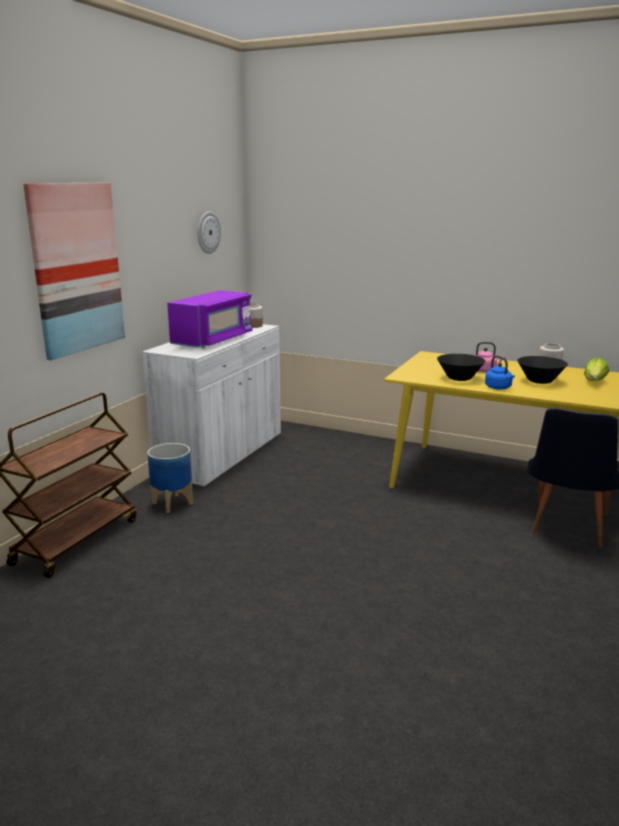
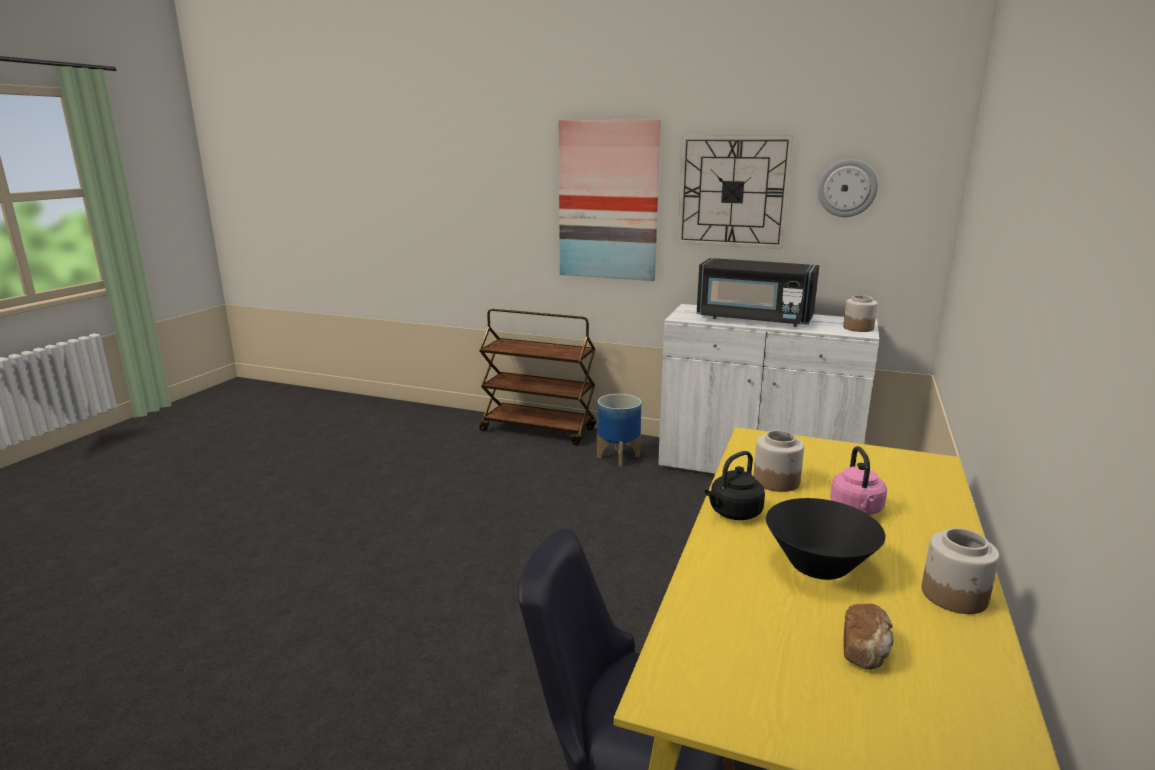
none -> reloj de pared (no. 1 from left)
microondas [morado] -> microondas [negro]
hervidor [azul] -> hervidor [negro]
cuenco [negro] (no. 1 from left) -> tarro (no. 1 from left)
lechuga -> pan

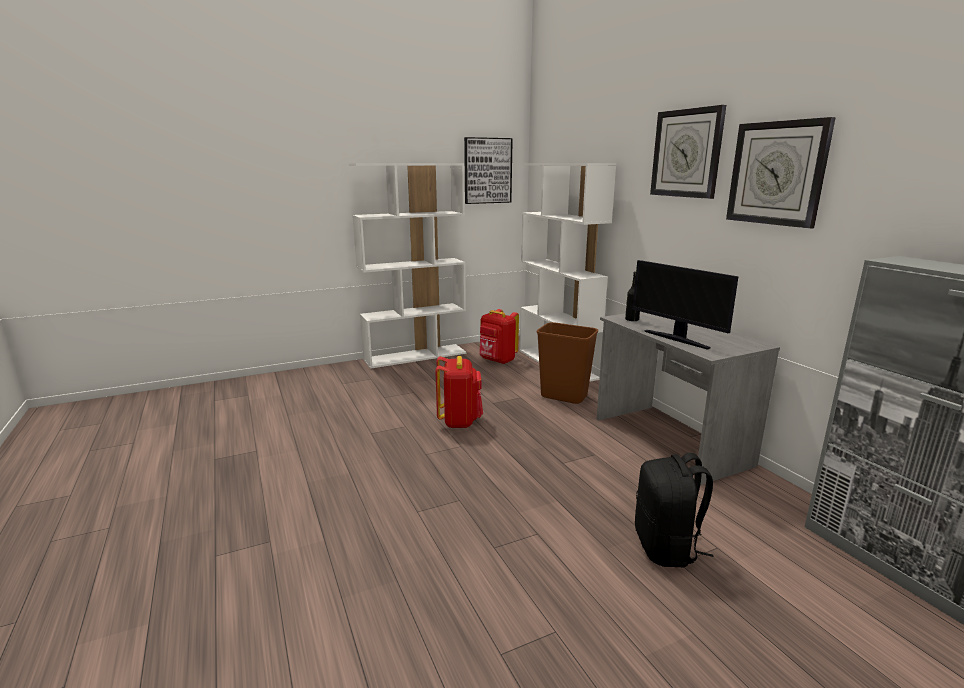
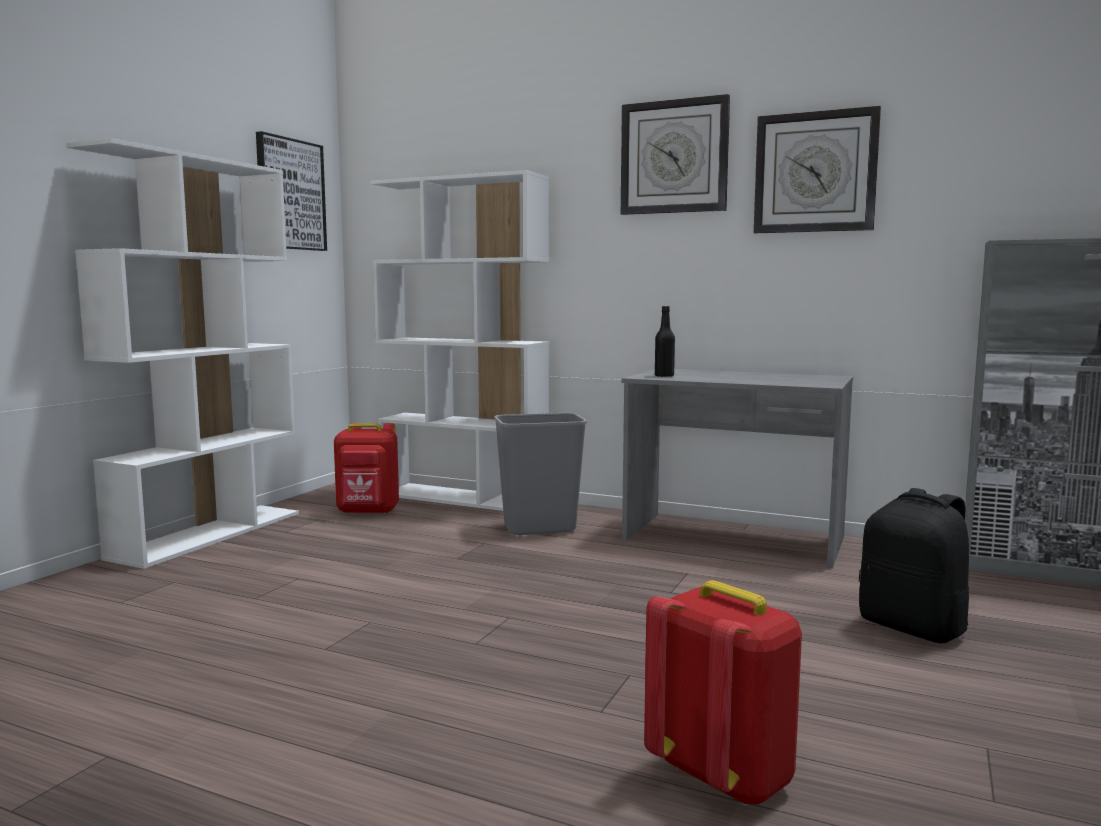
papelera [marrón] -> papelera [gris]
mochila [rojo] (no. 1 from left in the first image) -> mochila [rojo] (no. 2 from left), shifted
monitor -> none

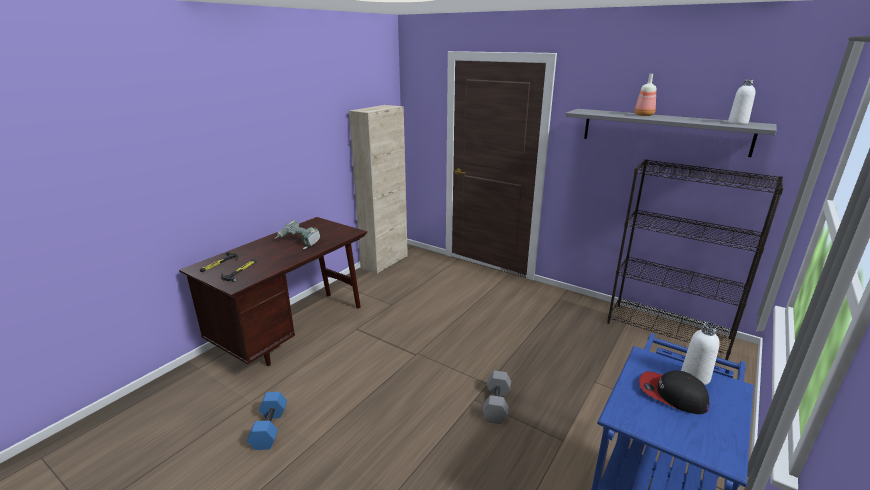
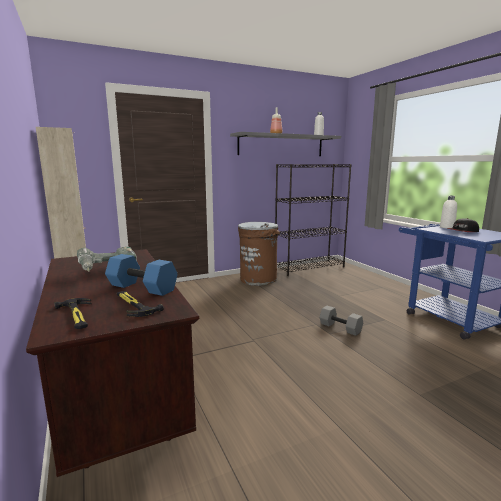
mancuerna [azul], shifted
none -> papelera [marrón]

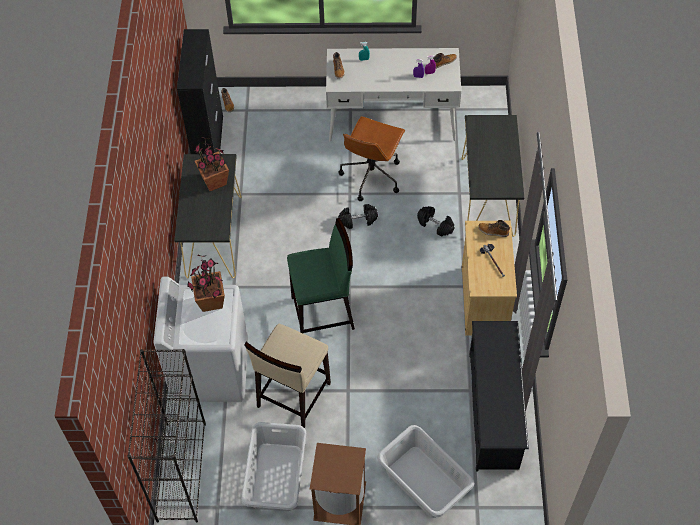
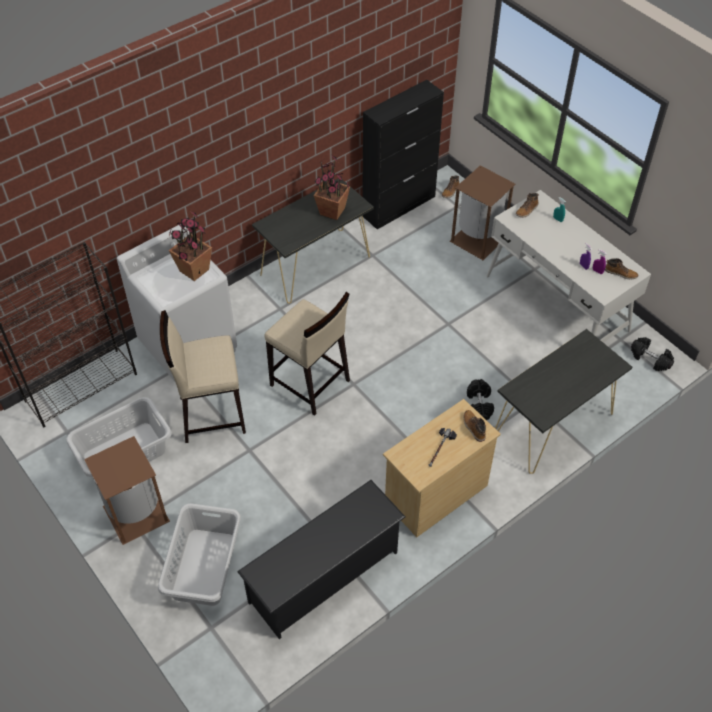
taburete [verde] -> taburete [beis] (no. 2 from left)
none -> papelera [marrón] (no. 2 from left)
mancuerna [negro] (no. 1 from left in the first image) -> mancuerna [negro] (no. 2 from left), shifted
silla de oficina [marrón] -> none

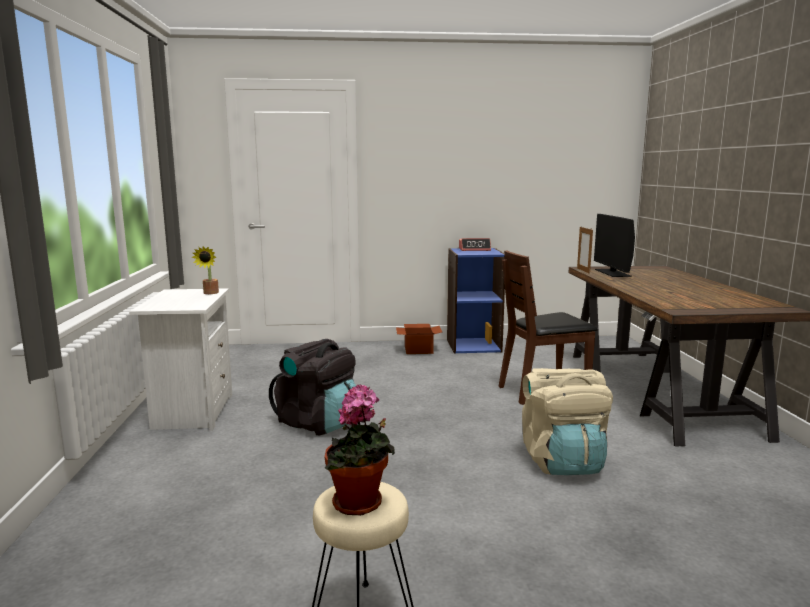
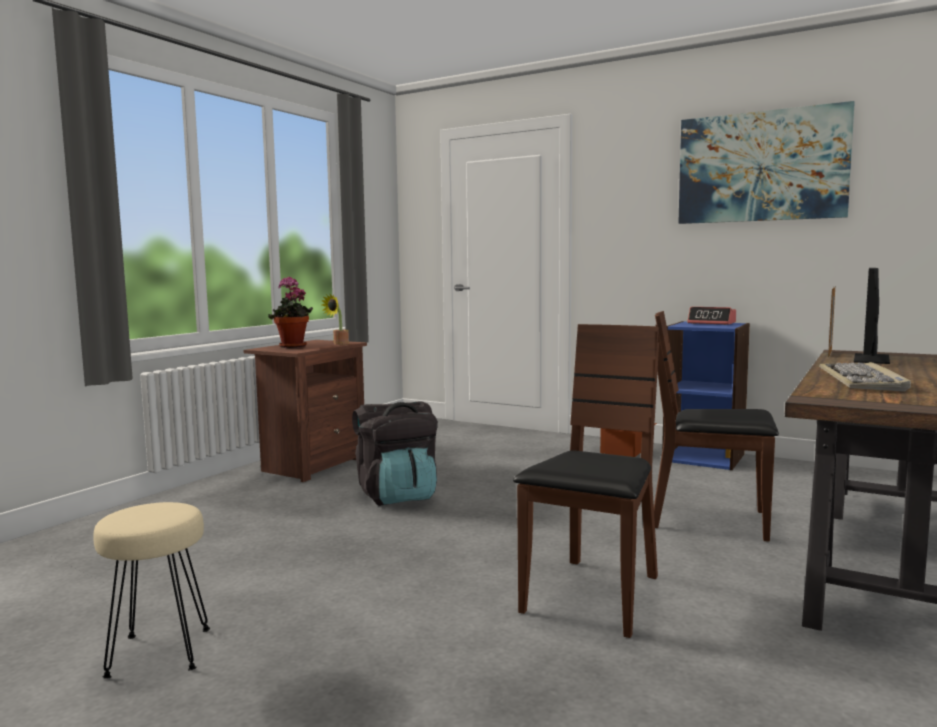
mesita de noche [blanco] -> mesita de noche [marrón]
planta en maceta (no. 2 from left in the first image) -> planta en maceta (no. 1 from left), shifted
mochila [beis] -> silla [marrón] (no. 1 from left)
none -> cuadro
none -> teclado

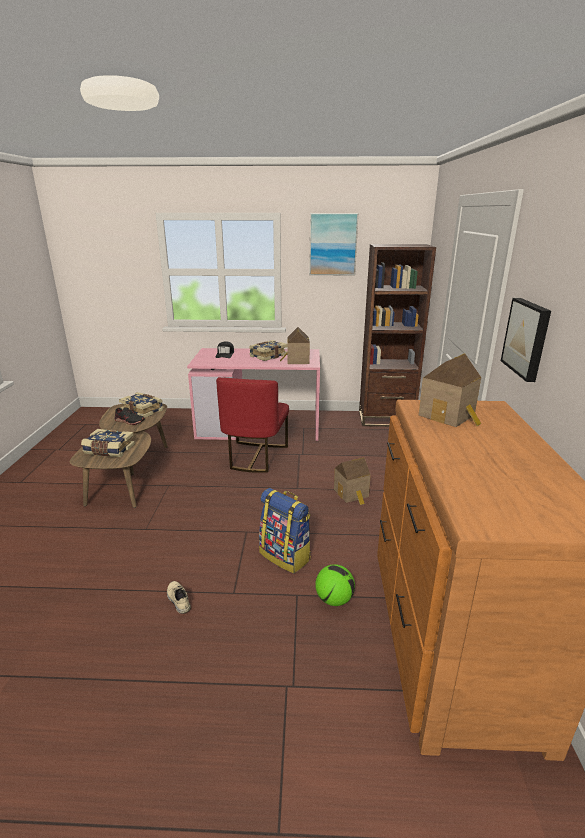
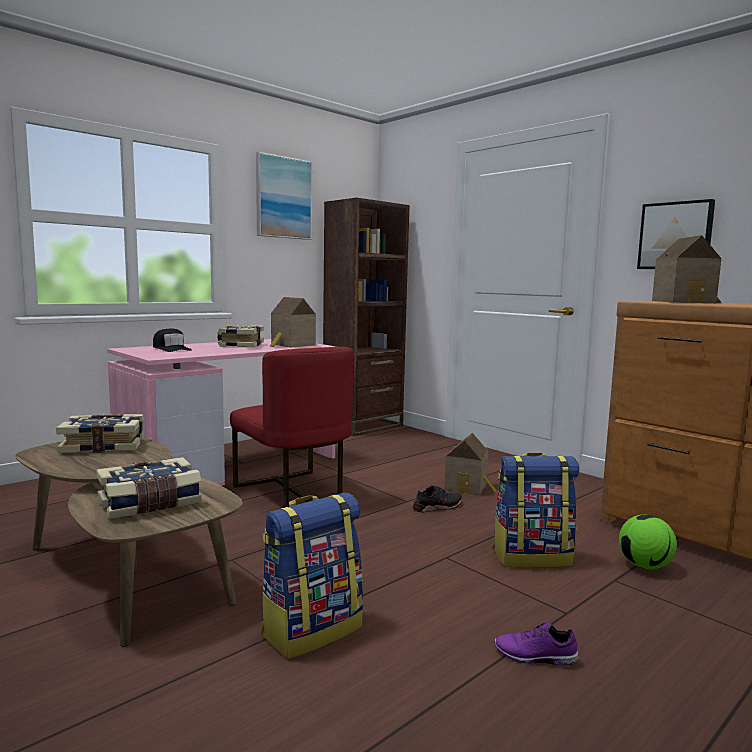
none -> mochila (no. 1 from left)
zapato [negro], shifted
zapato [beis] -> zapato [morado]

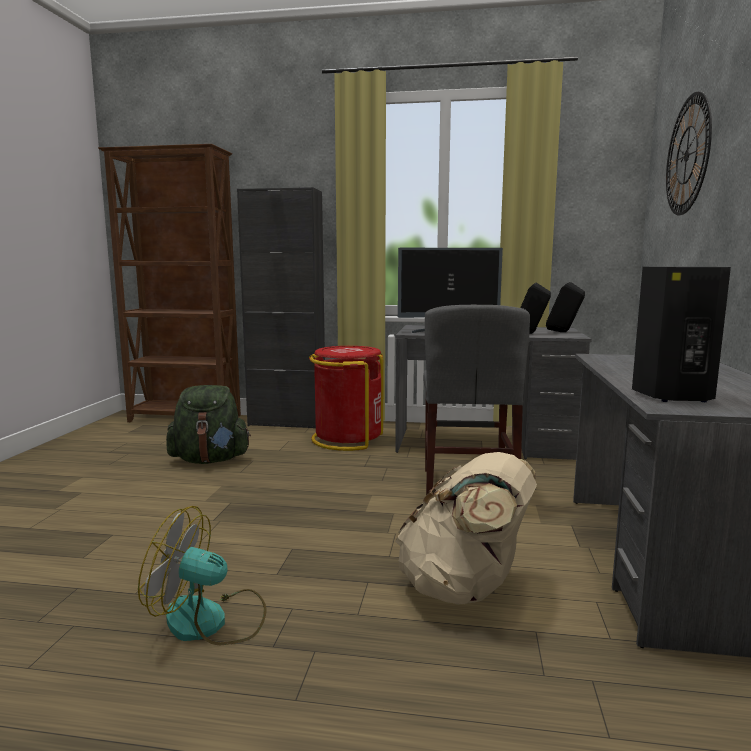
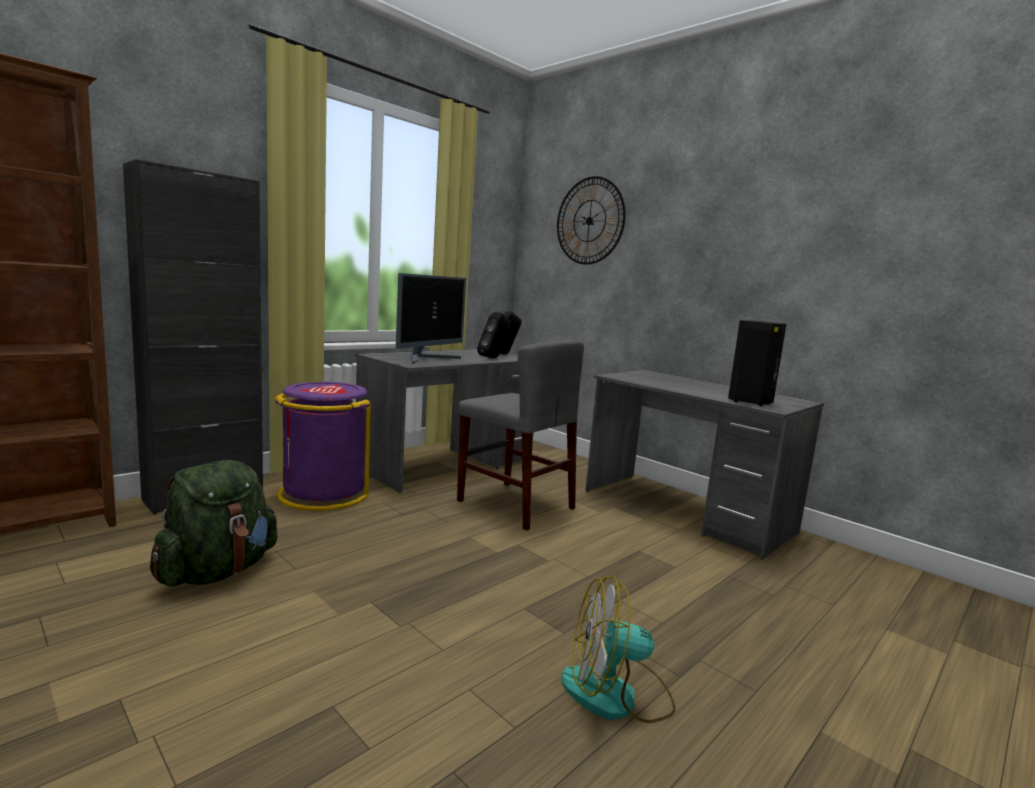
papelera [rojo] -> papelera [morado]
ventilador, 45 degrees clockwise
mochila [beis] -> none

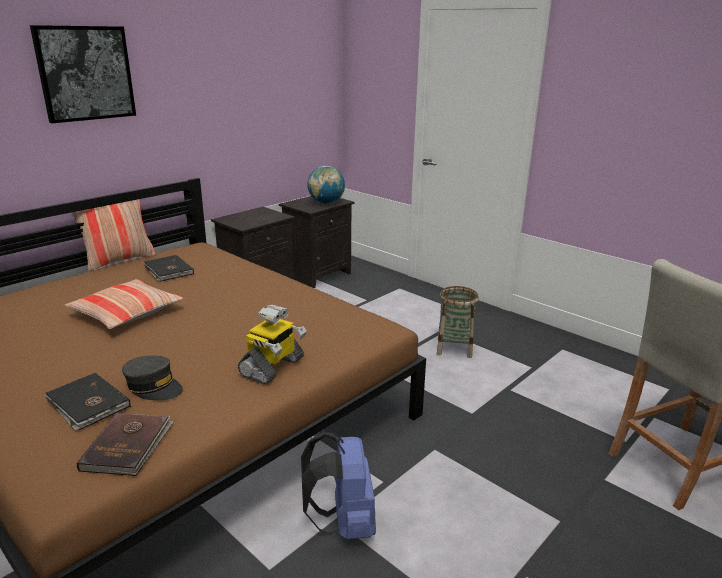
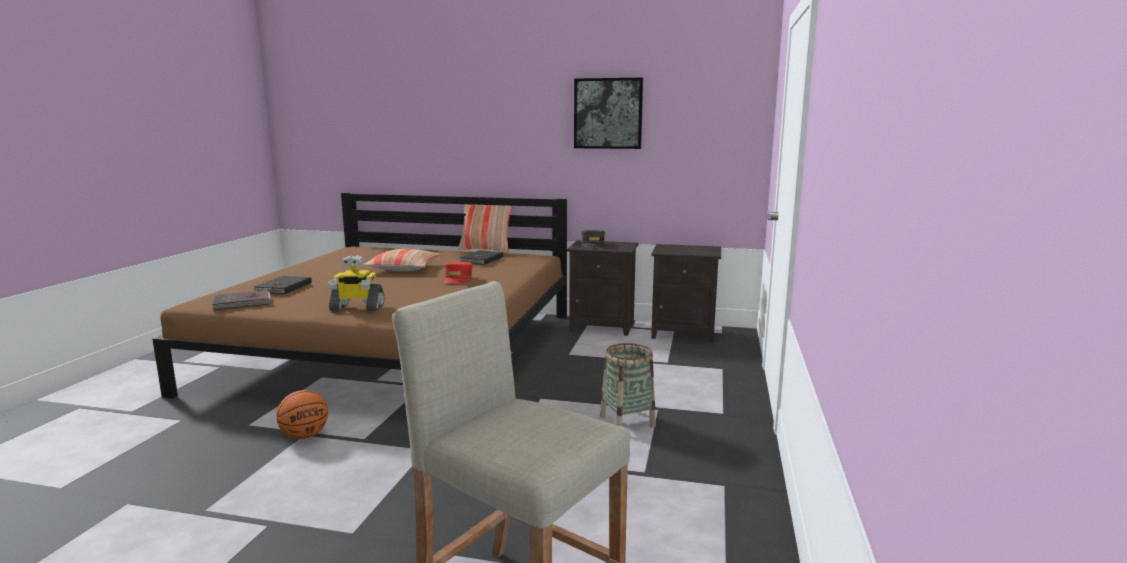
mochila [azul] -> balón de baloncesto
none -> gorra [rojo]
cuadro, shifted
gorra [gris], shifted
globo terráqueo -> none

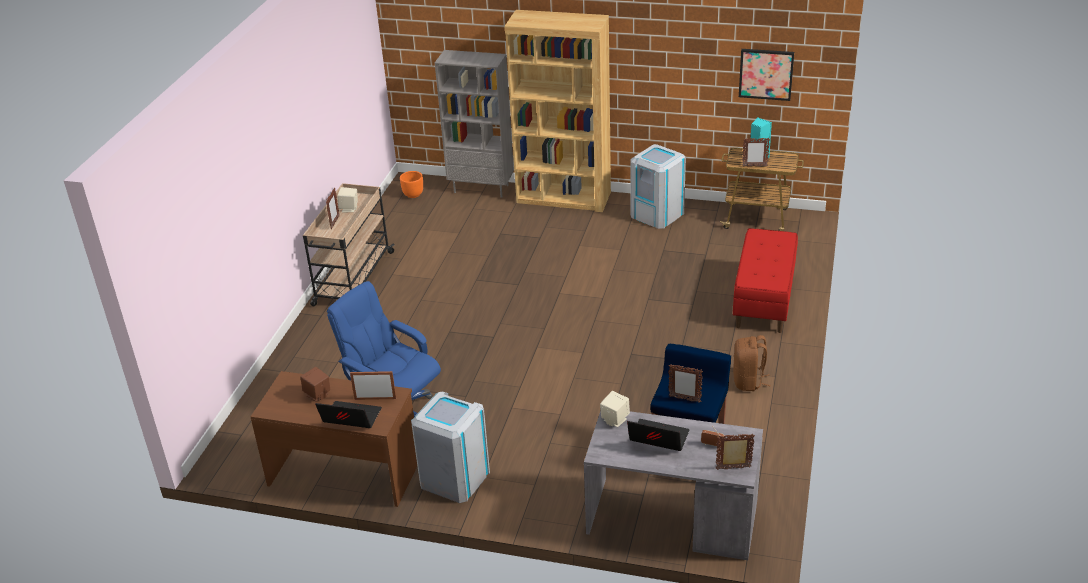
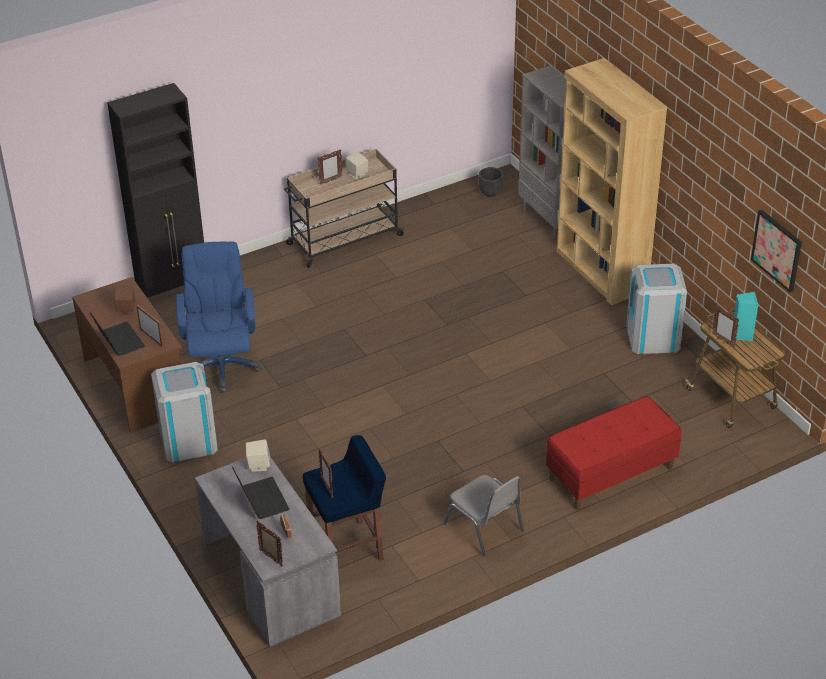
none -> armario [negro]
mochila [marrón] -> silla [gris]
maceta [naranja] -> maceta [negro]

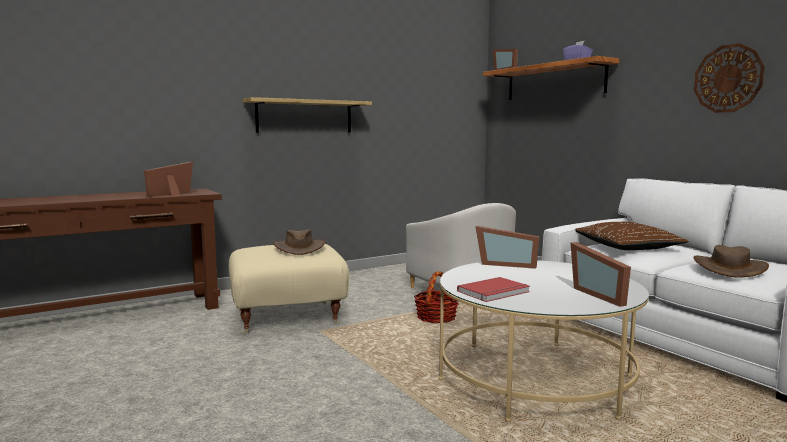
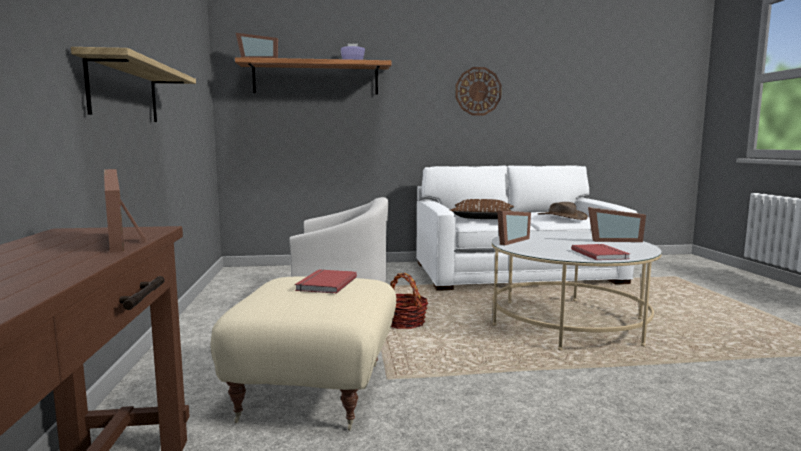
sombrero [marrón] (no. 1 from left) -> libro [rojo] (no. 1 from left)

